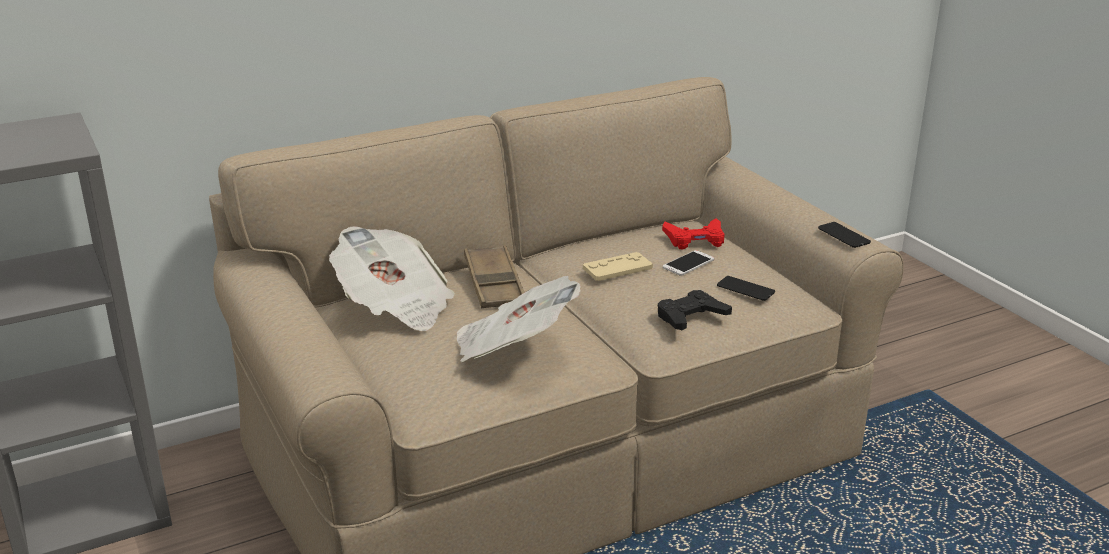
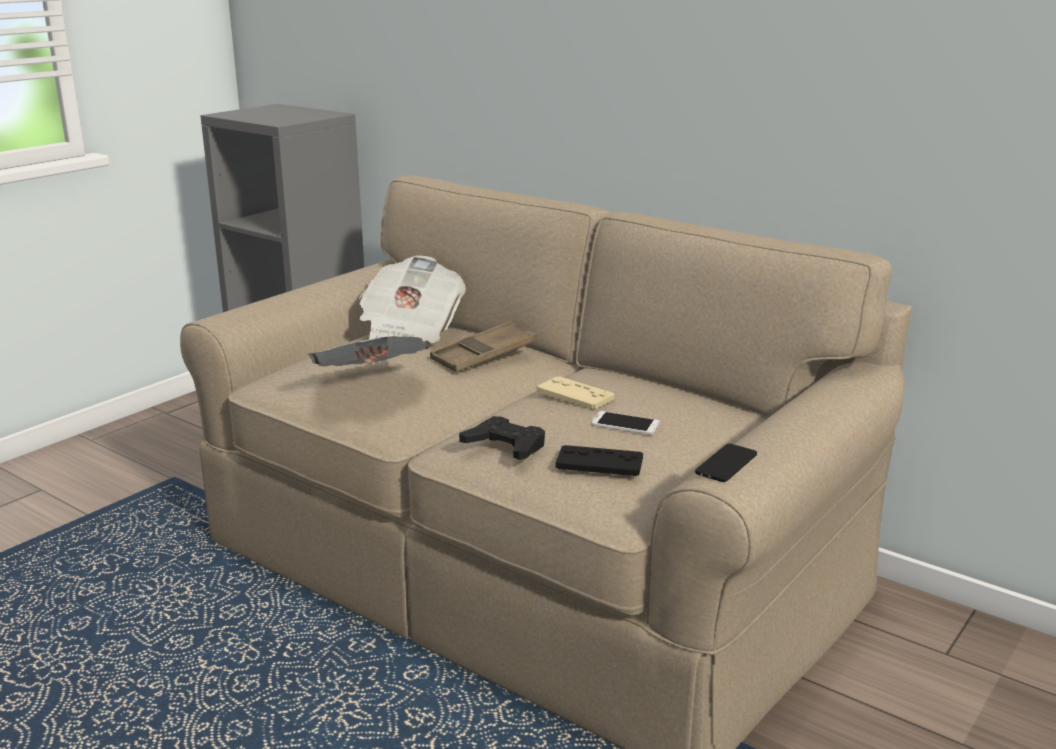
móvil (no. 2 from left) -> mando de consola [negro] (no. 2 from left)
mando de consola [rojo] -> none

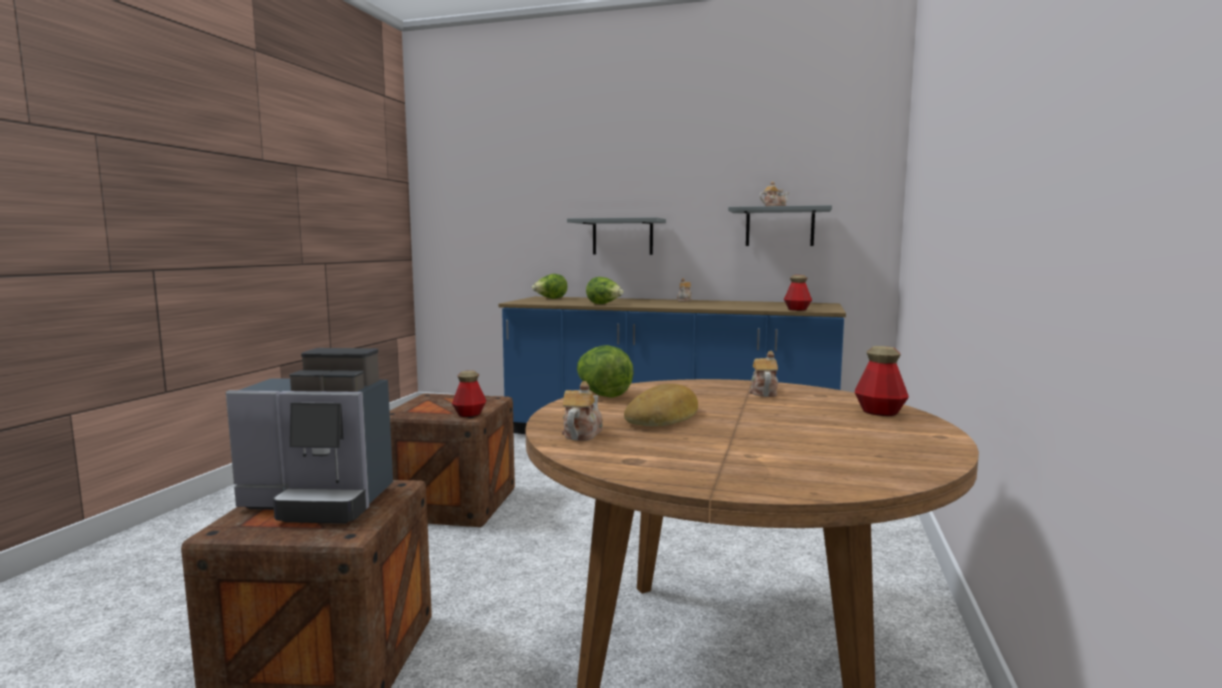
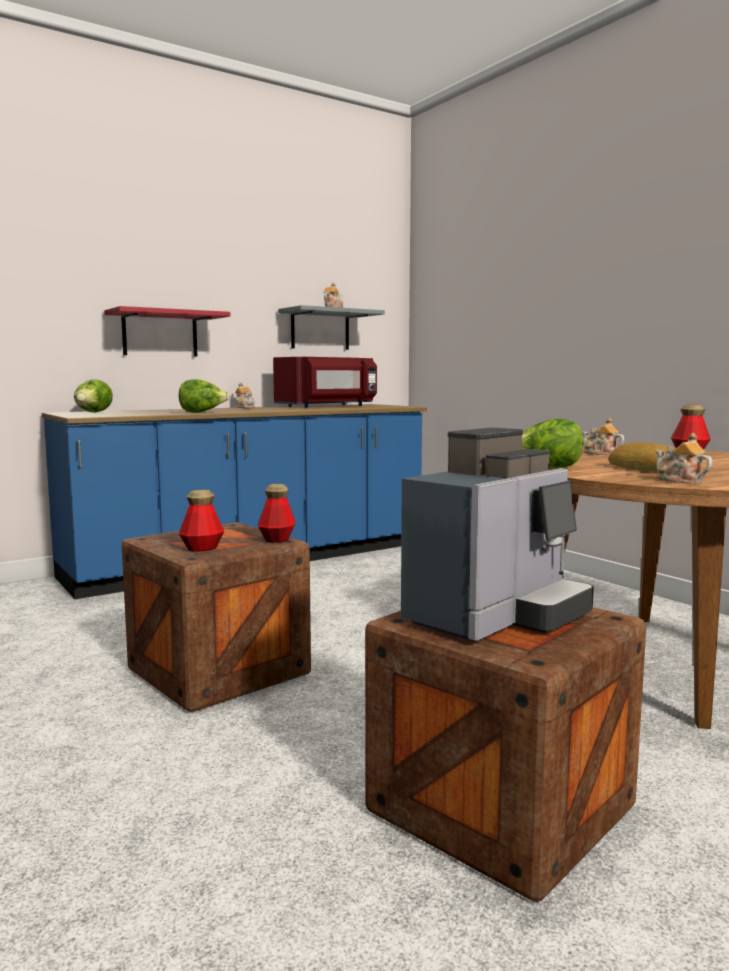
estante [gris] (no. 1 from left) -> estante [rojo]
botella (no. 2 from left in the first image) -> botella (no. 1 from left), shifted
none -> microondas [rojo]

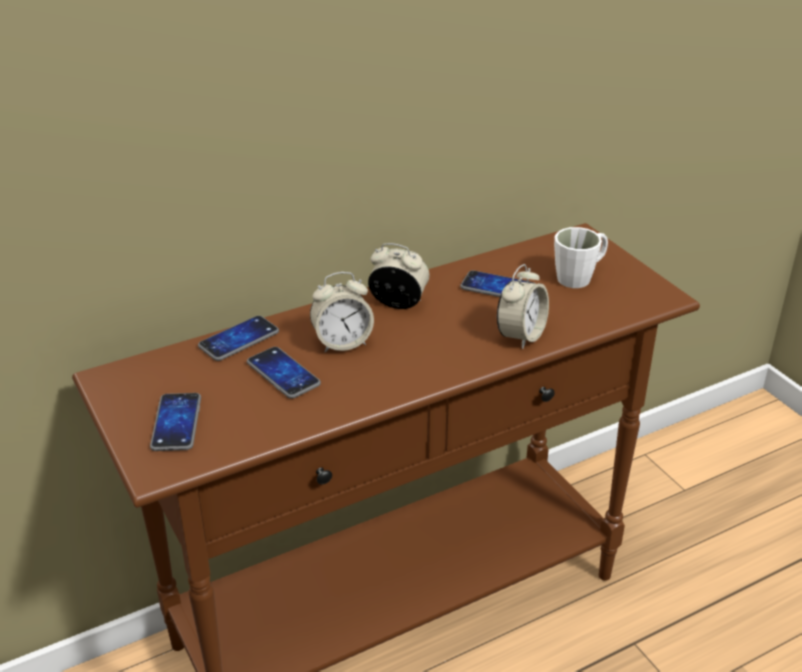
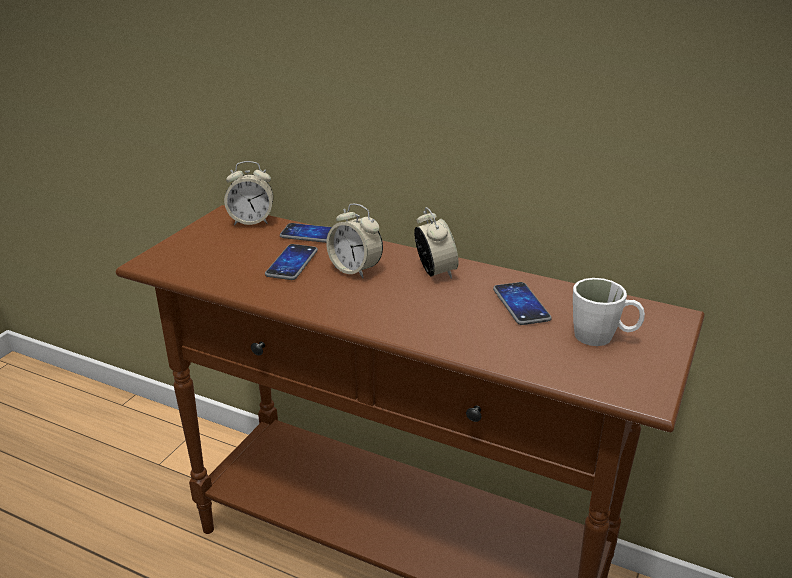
despertador (no. 3 from left in the first image) -> despertador (no. 1 from left), shifted
móvil (no. 1 from left) -> none

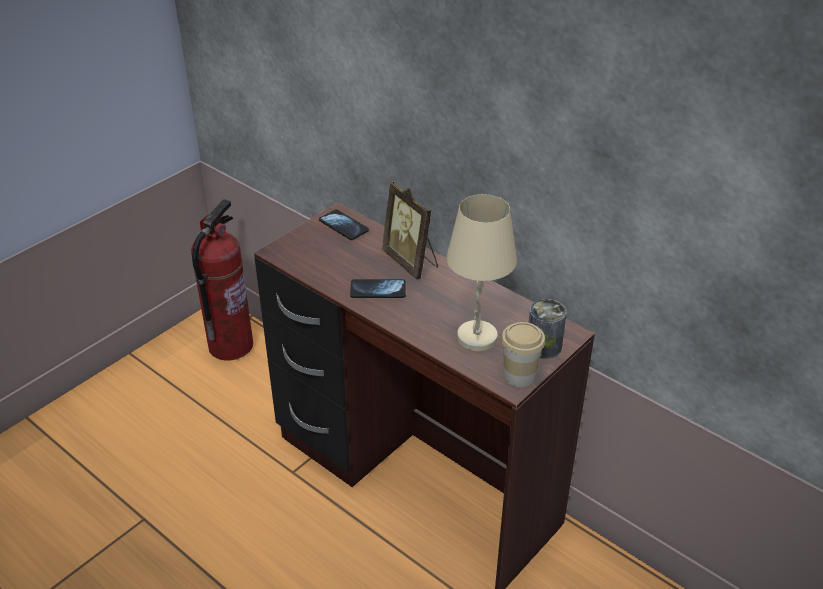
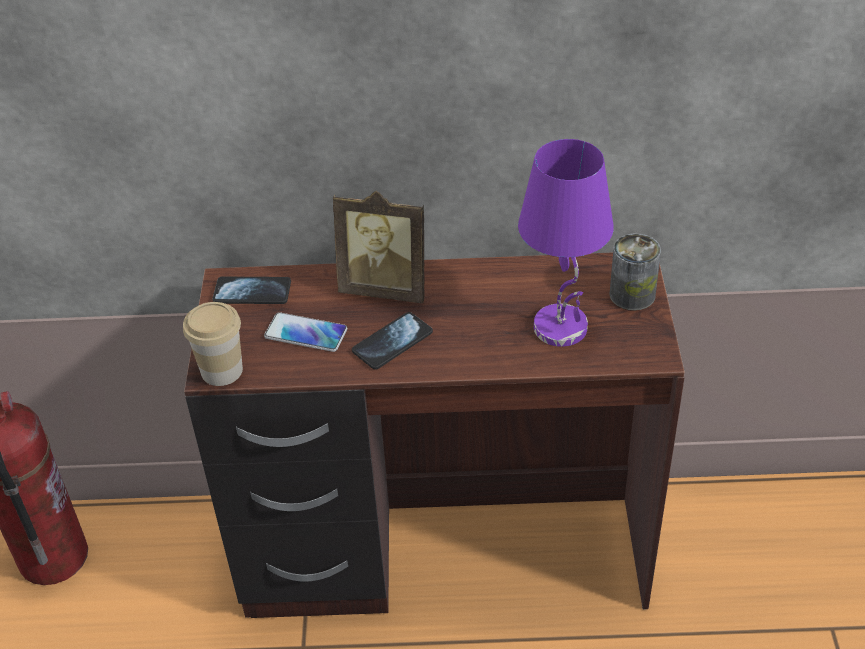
taza, shifted
none -> móvil (no. 2 from left)
lámpara de mesa [beis] -> lámpara de mesa [morado]

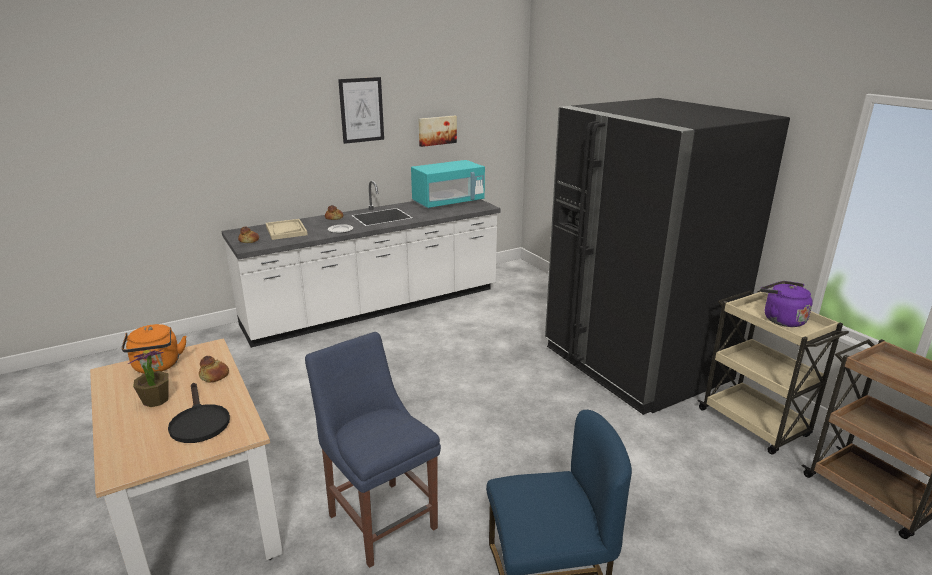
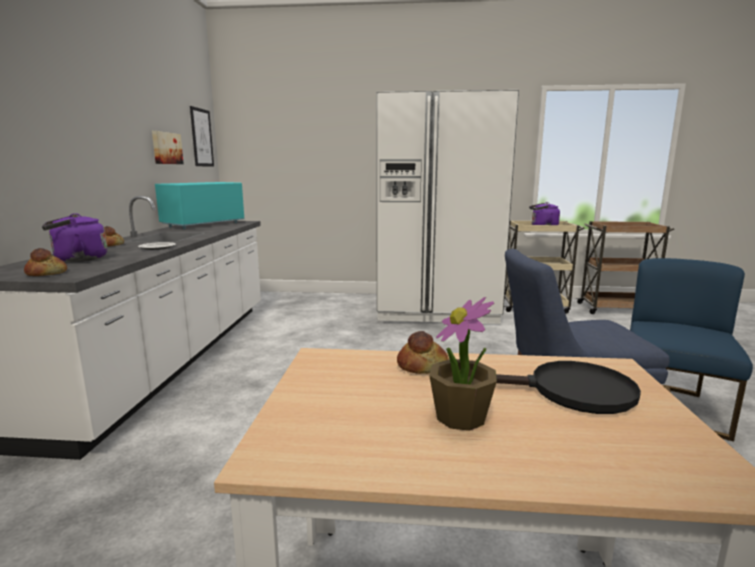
bandeja [beis] -> hervidor [morado] (no. 1 from left)
microondas [turquesa], 150 degrees counterclockwise
cuadro (no. 1 from left in the first image) -> cuadro (no. 2 from left), shifted
nevera [negro] -> nevera [blanco]
hervidor [naranja] -> none

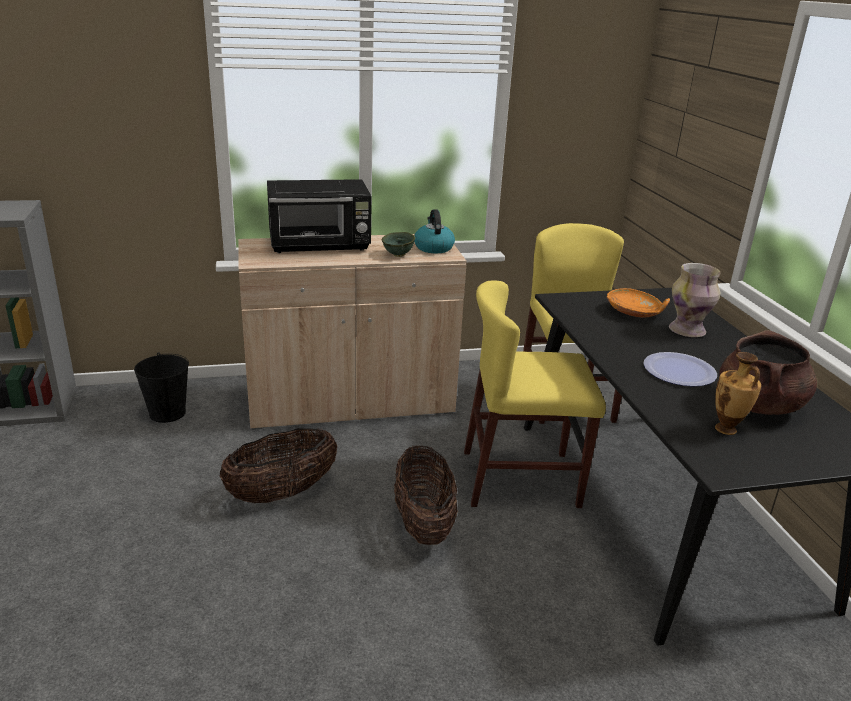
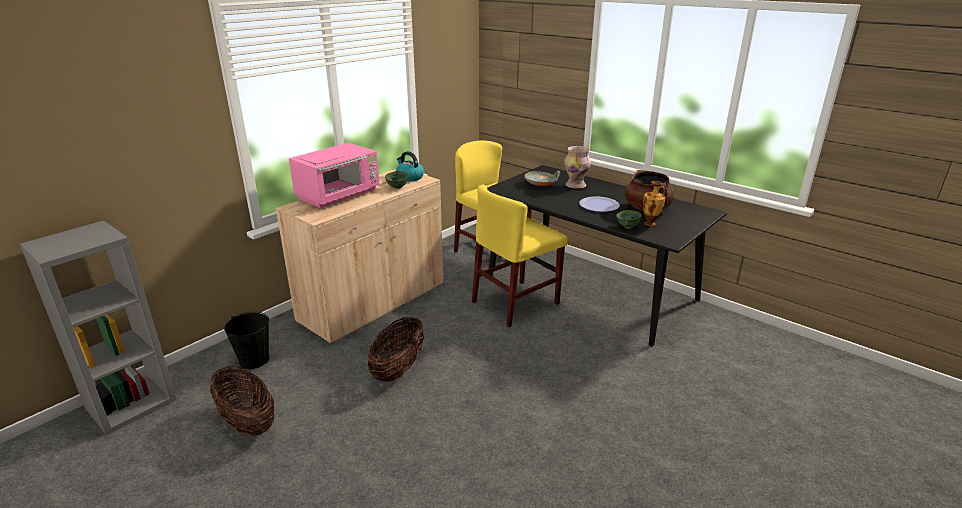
cesta (no. 2 from left in the first image) -> cesta (no. 1 from left), shifted
microondas [negro] -> microondas [rosa]
cuenco [naranja] -> cuenco [gris]
none -> cuenco [verde] (no. 2 from left)

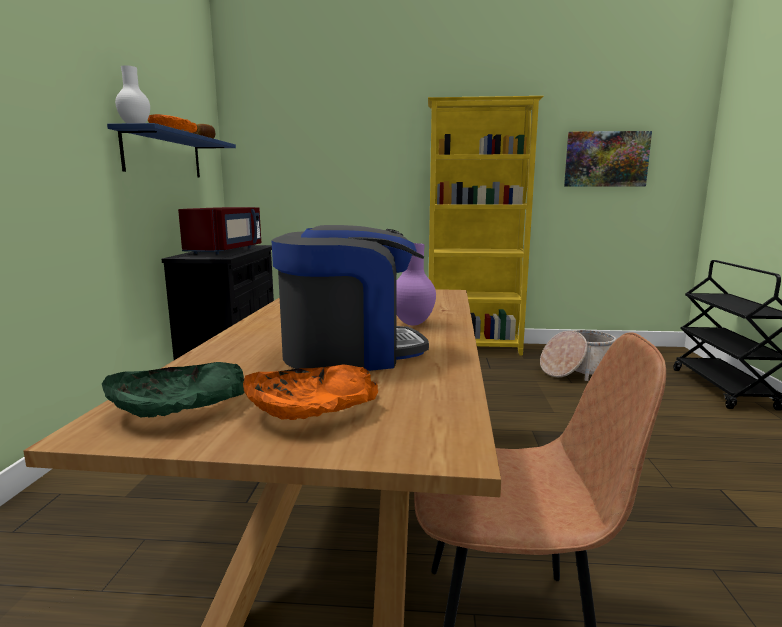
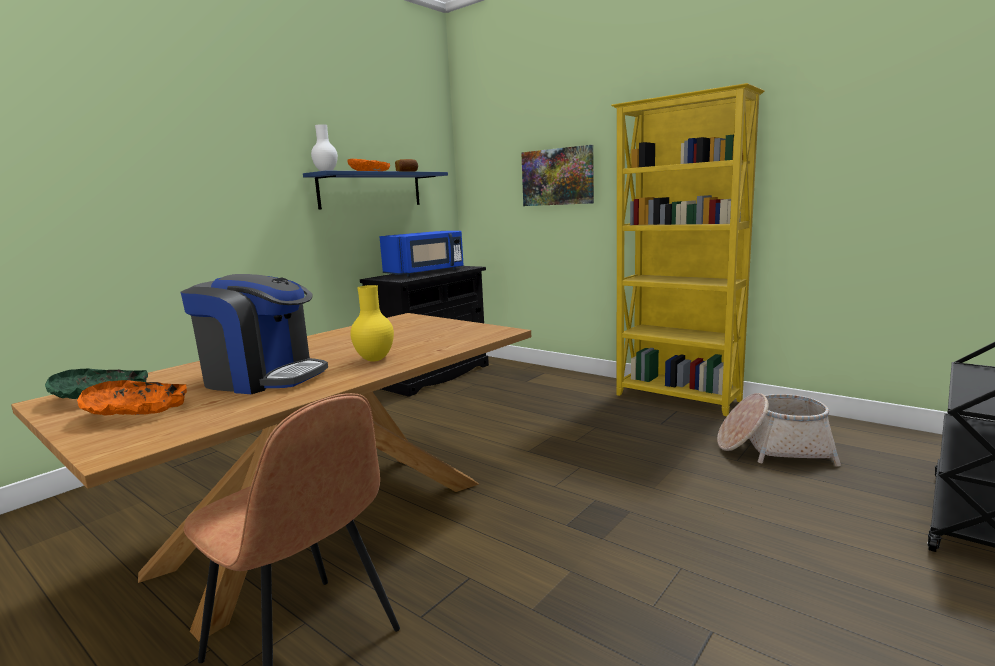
florero [morado] -> florero [amarillo]
microondas [rojo] -> microondas [azul]
cuadro, shifted

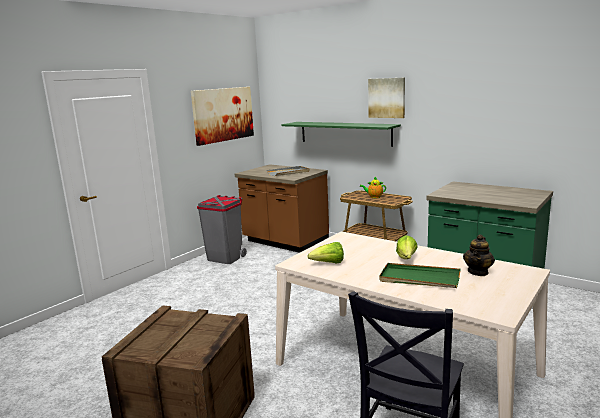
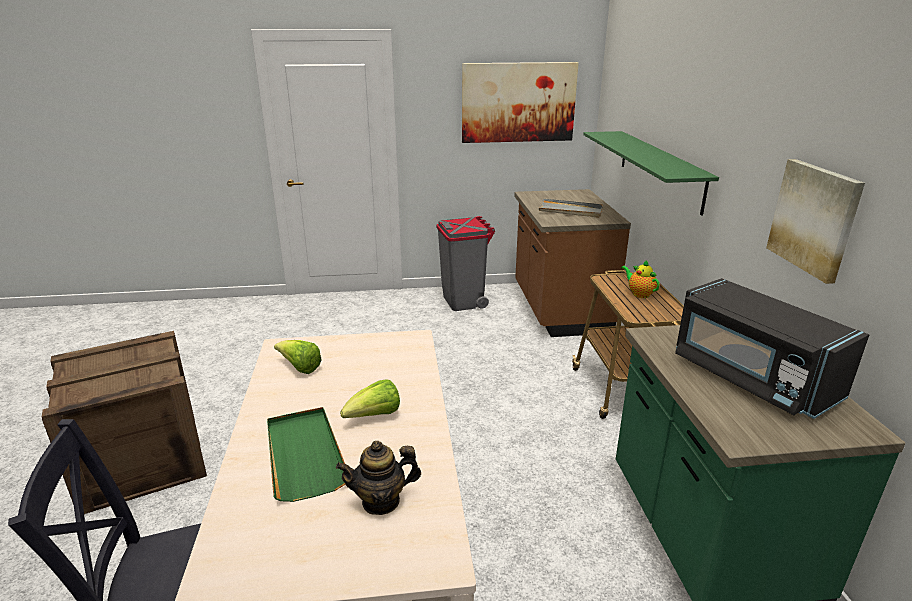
none -> microondas [negro]
cuadro (no. 2 from left), shifted

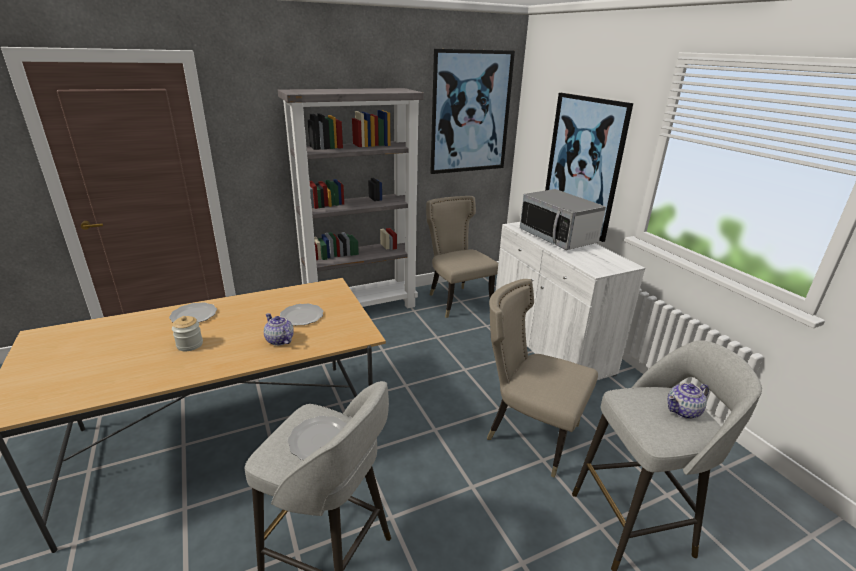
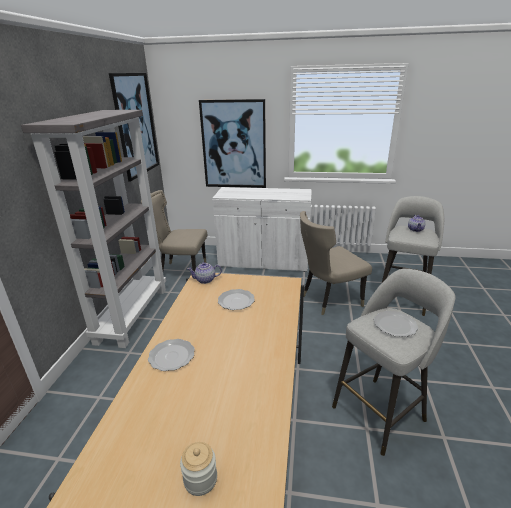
tarro, shifted
tetera (no. 1 from left), shifted
microondas -> none

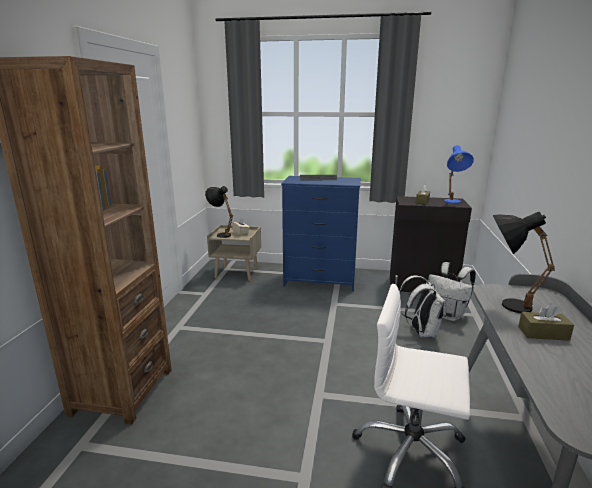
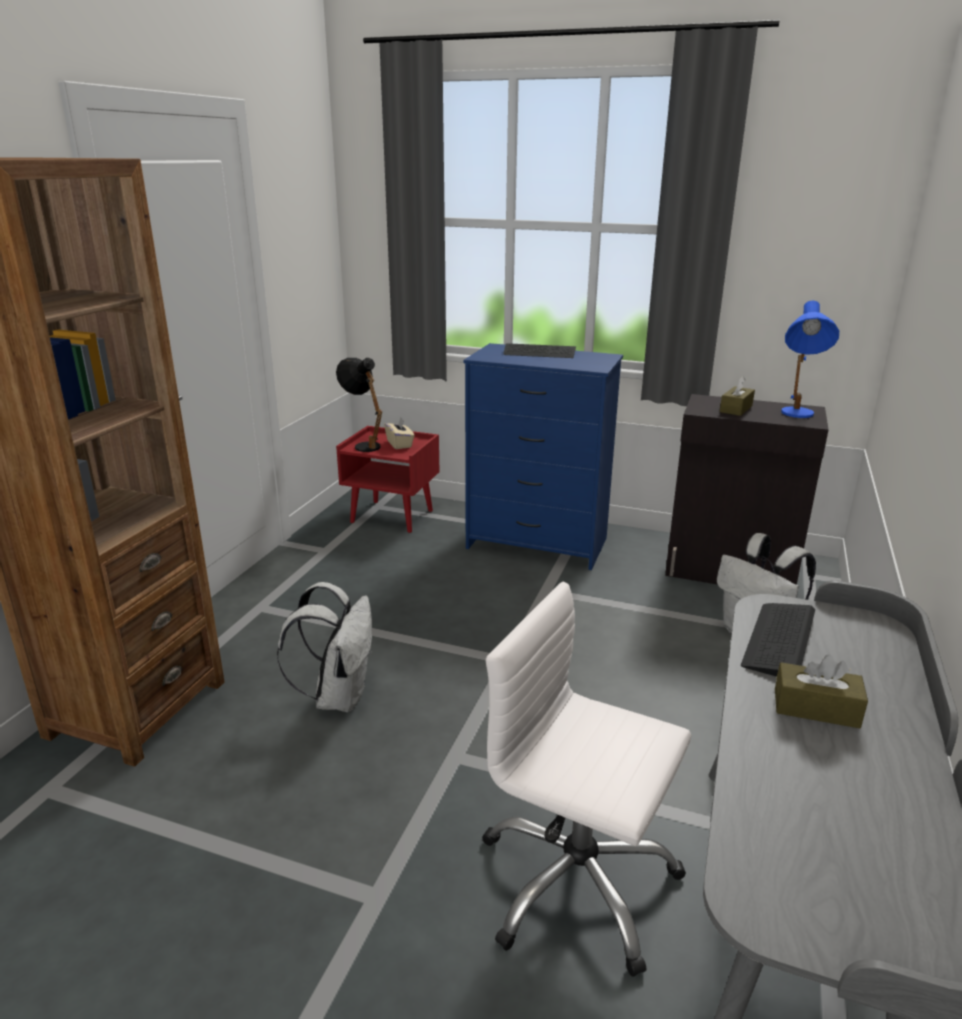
mochila [blanco] (no. 1 from left), shifted
mesita de noche [beis] -> mesita de noche [rojo]
lámpara de mesa [negro] (no. 2 from left) -> teclado (no. 2 from left)

